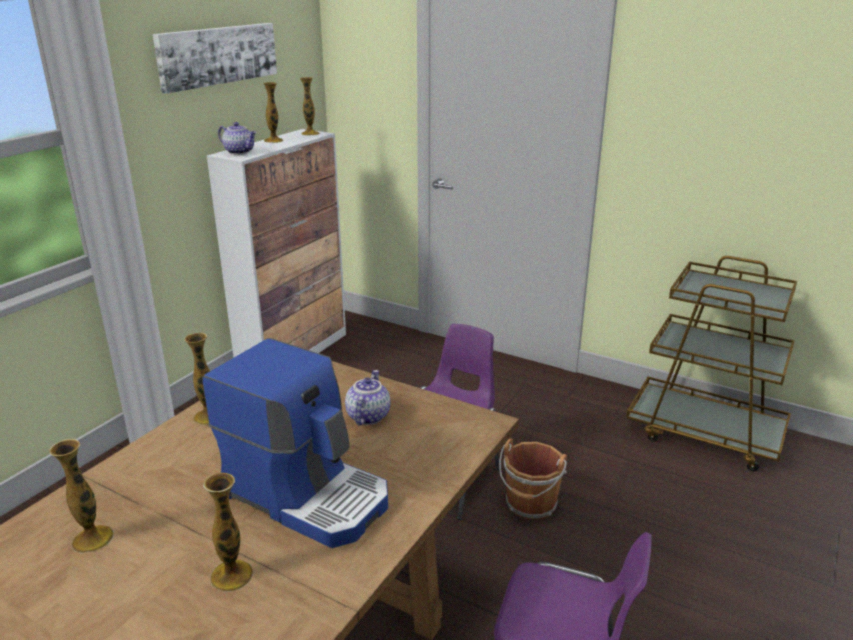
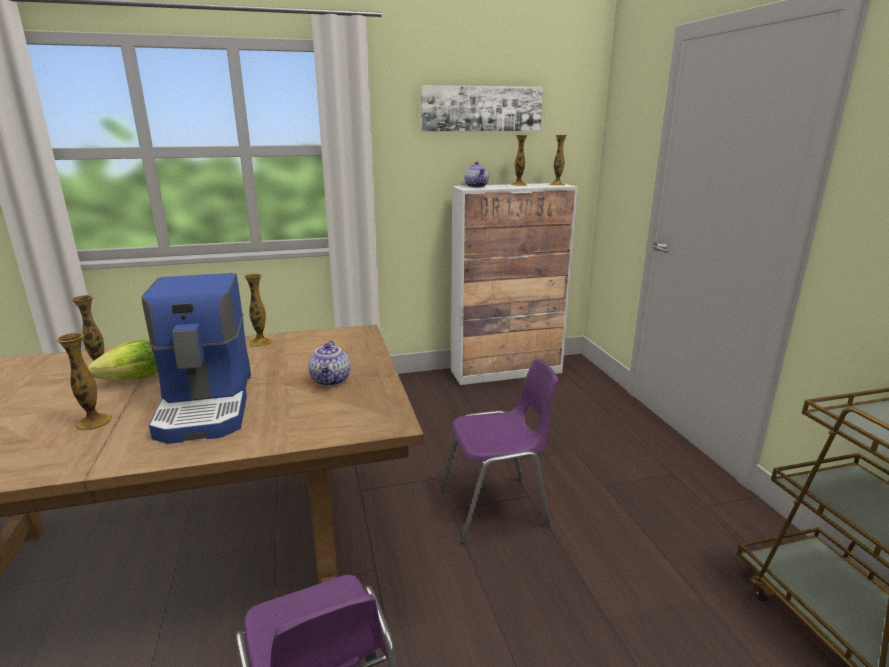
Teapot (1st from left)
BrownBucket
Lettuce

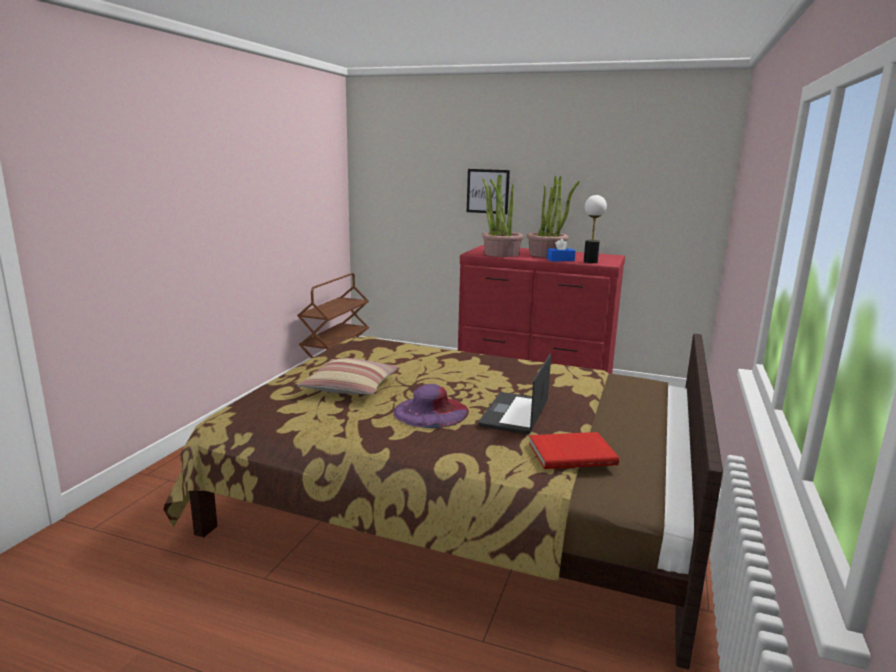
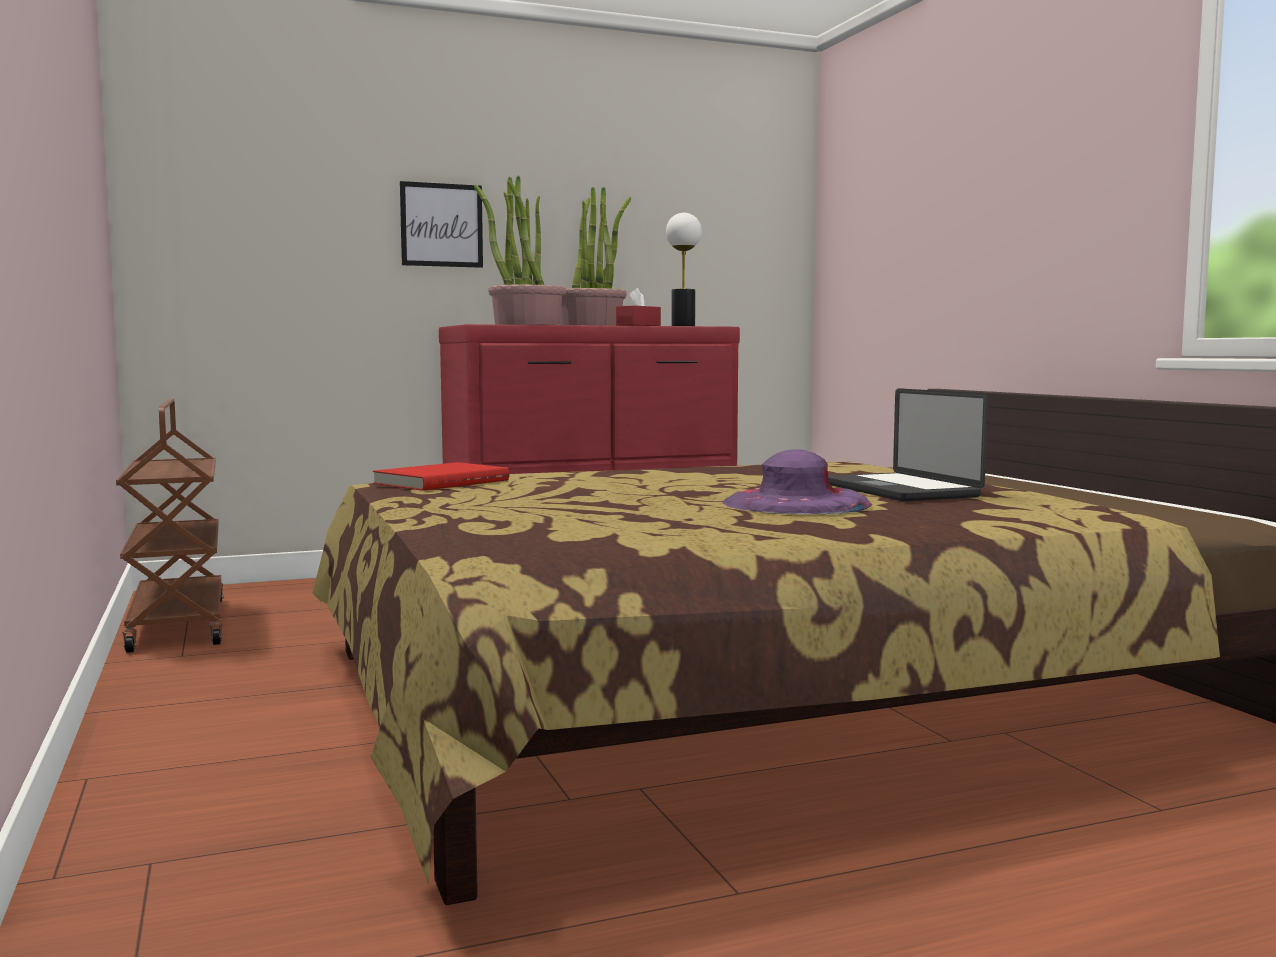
Pillow
RedBook
RedTissueBox

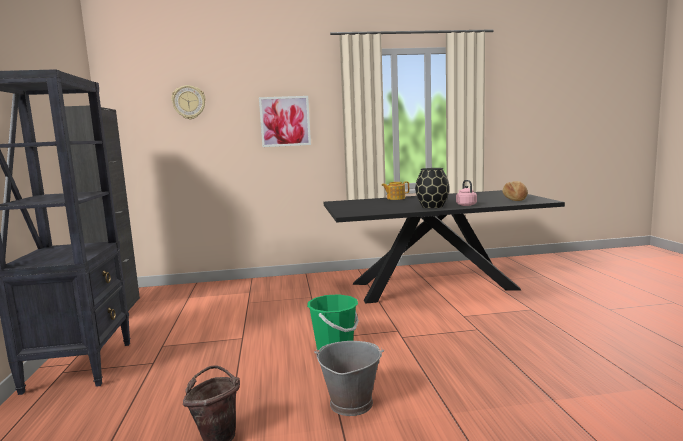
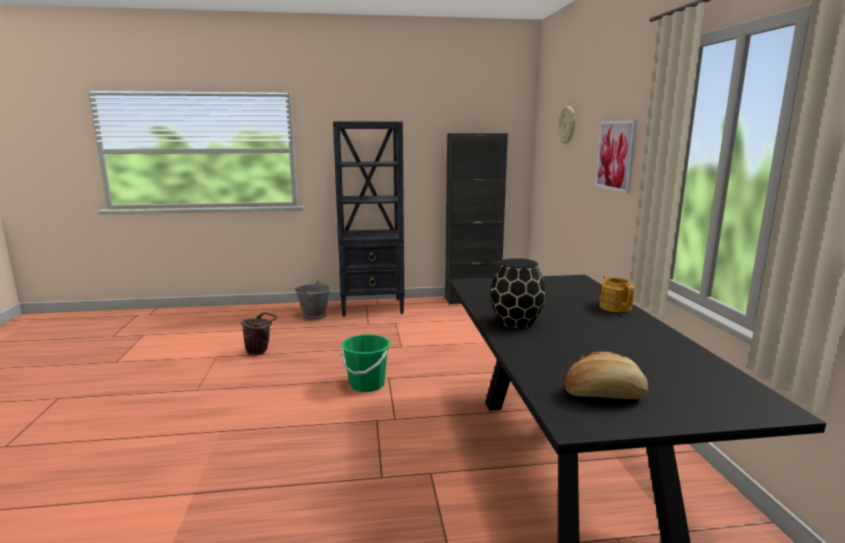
GreyBucket
PinkKettle

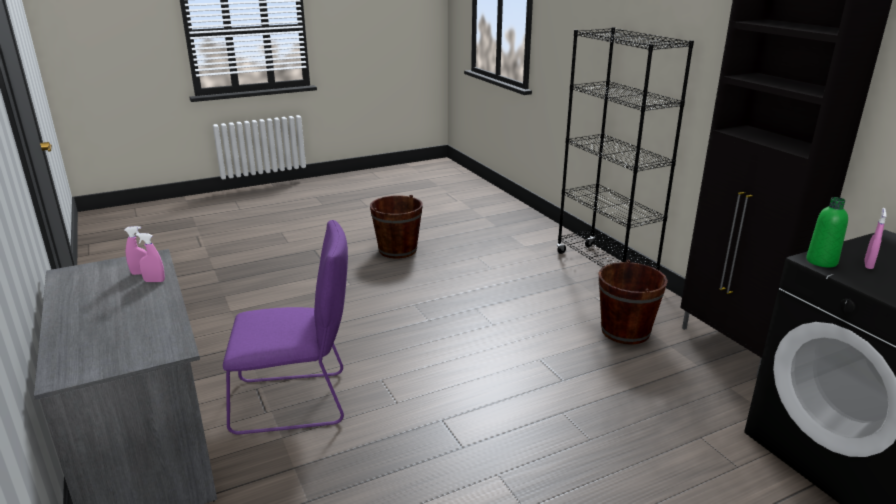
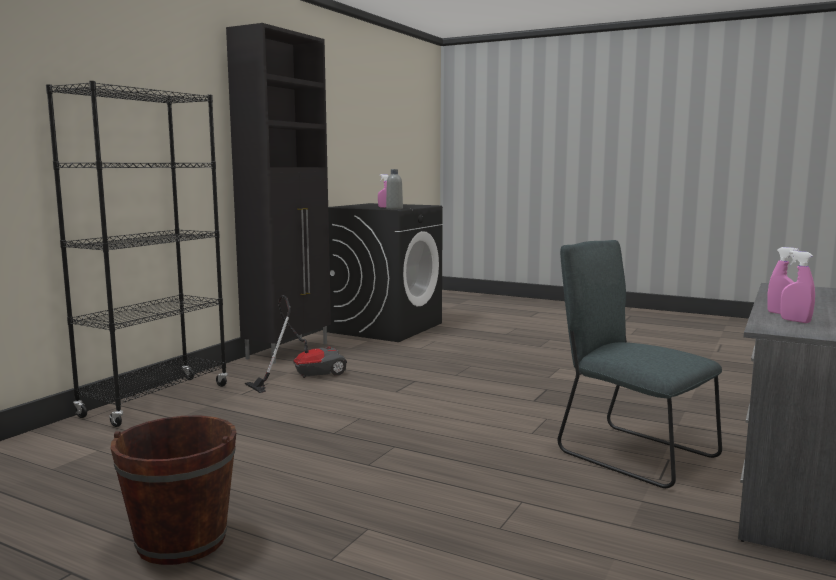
GreyChair
VacuumCleaner
GreyBottle

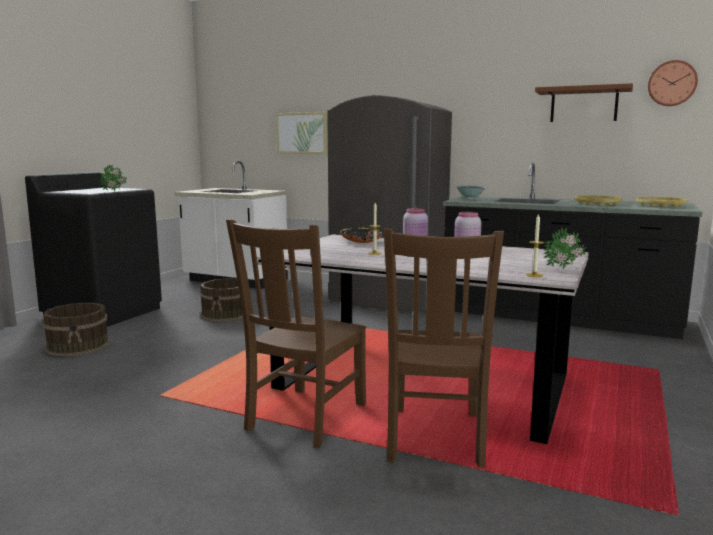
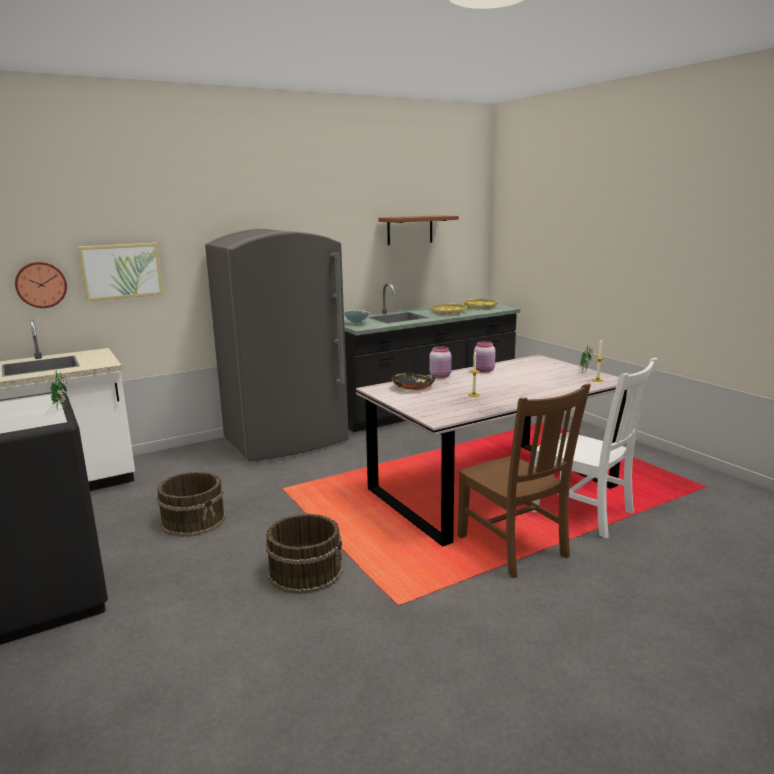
BrownBucket (2nd from left)
WhiteChair
WallClock

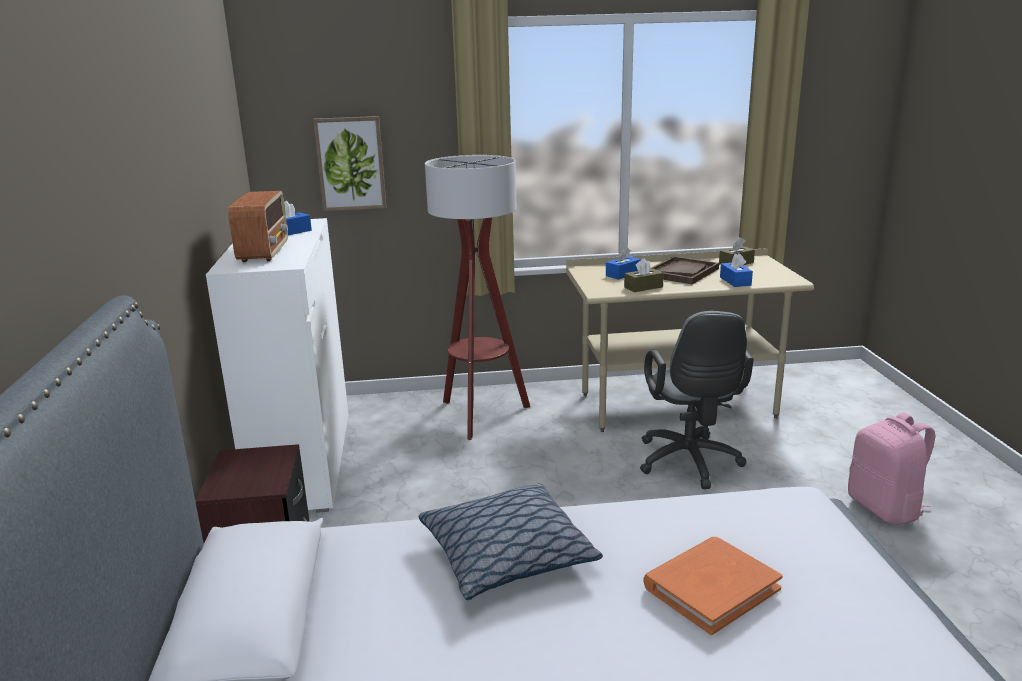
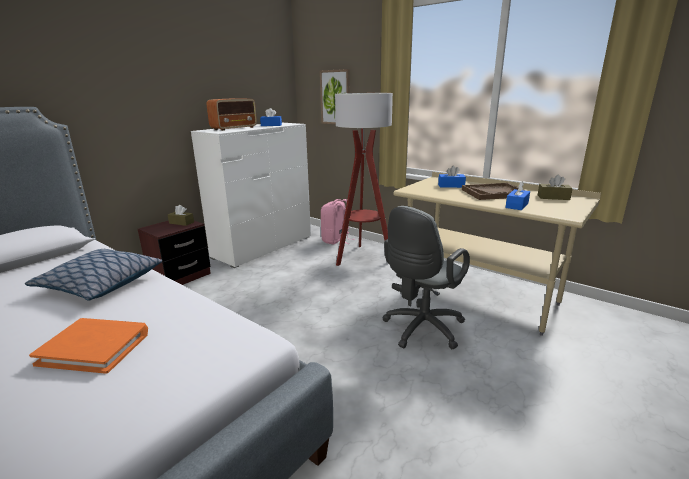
BrownTissueBox (1st from left)
PinkBackpack

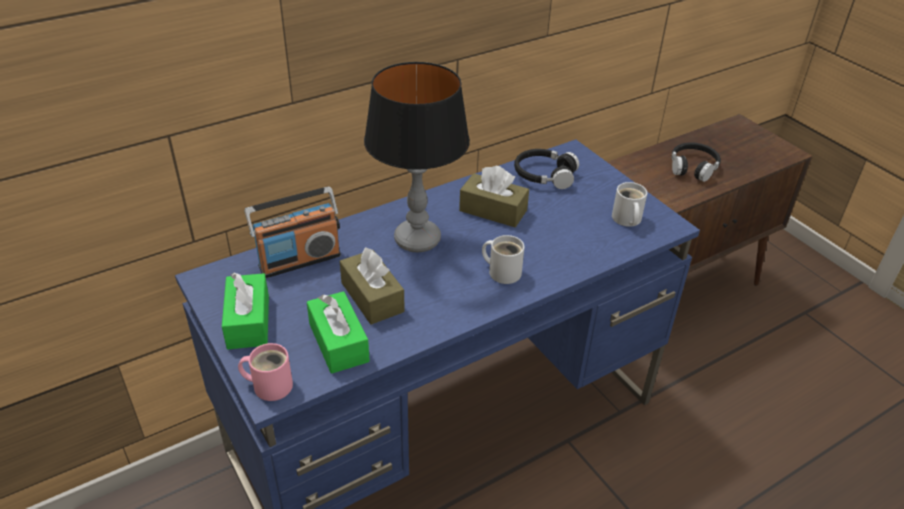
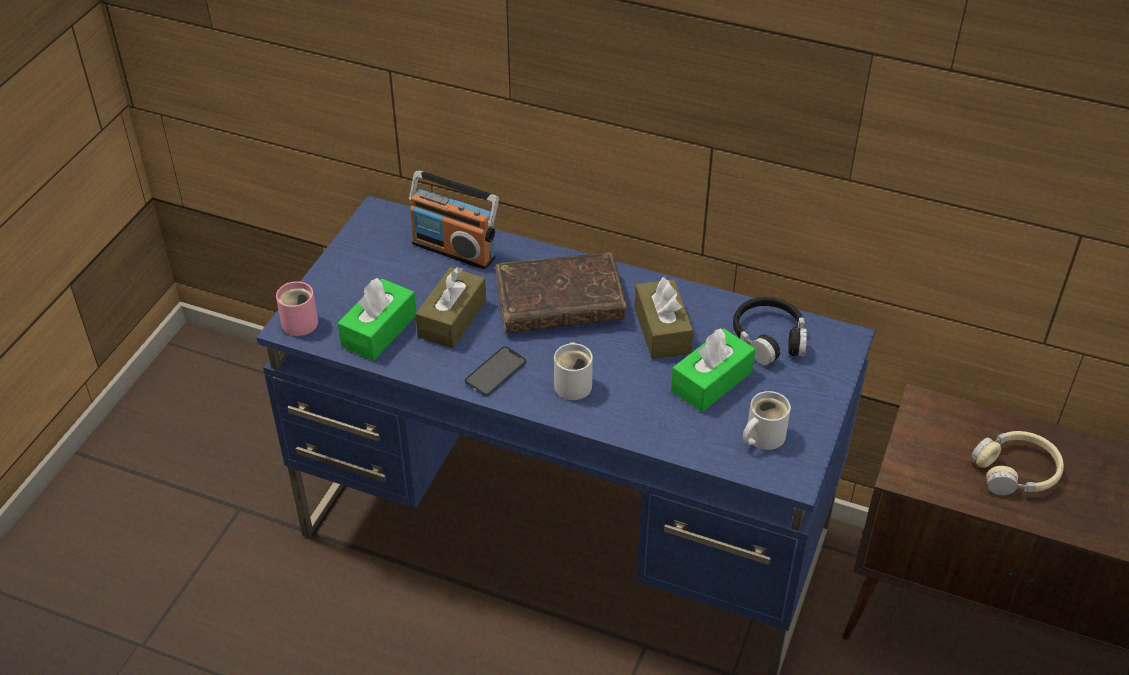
GreenTissueBox (2nd from left)
BrownBook
BeigeHeadphones
Phone

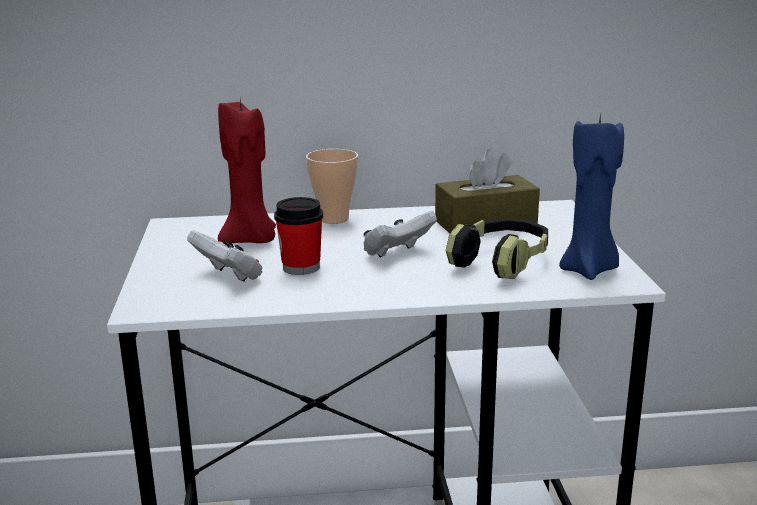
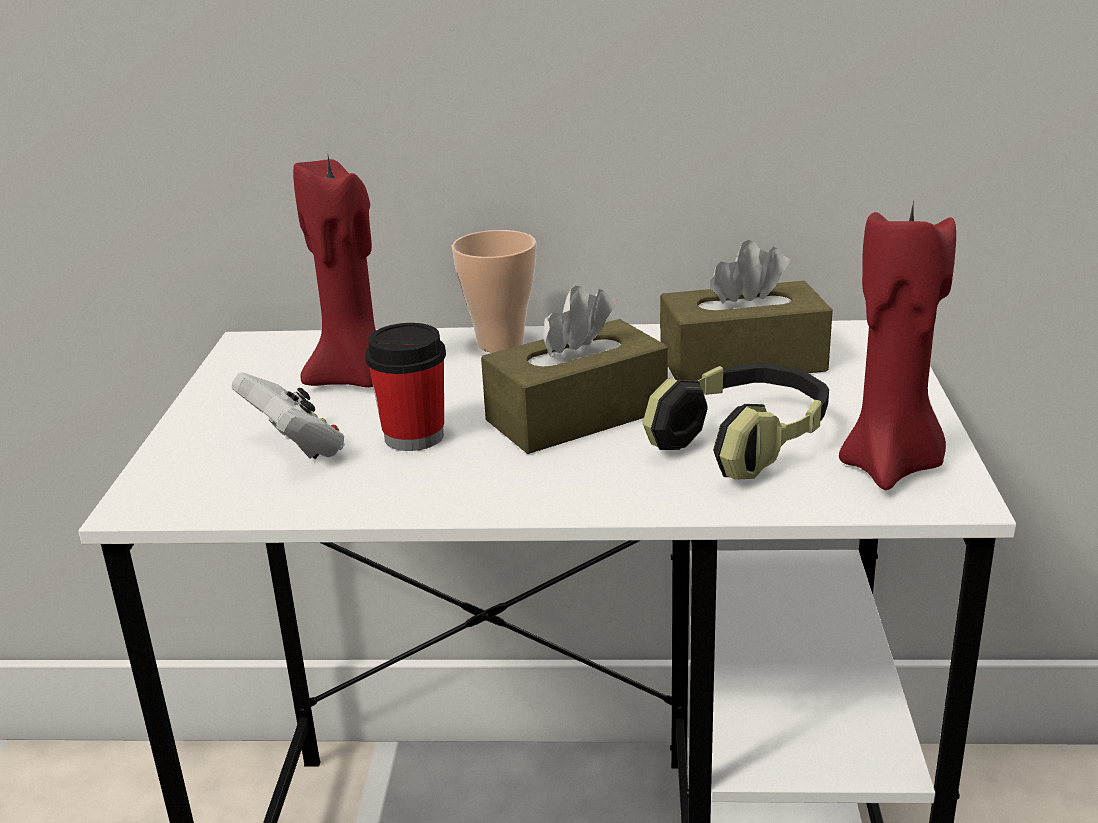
BrownTissueBox (1st from left)
RedCandle (2nd from left)

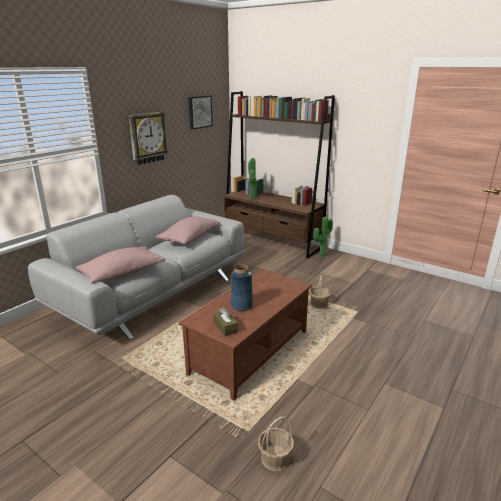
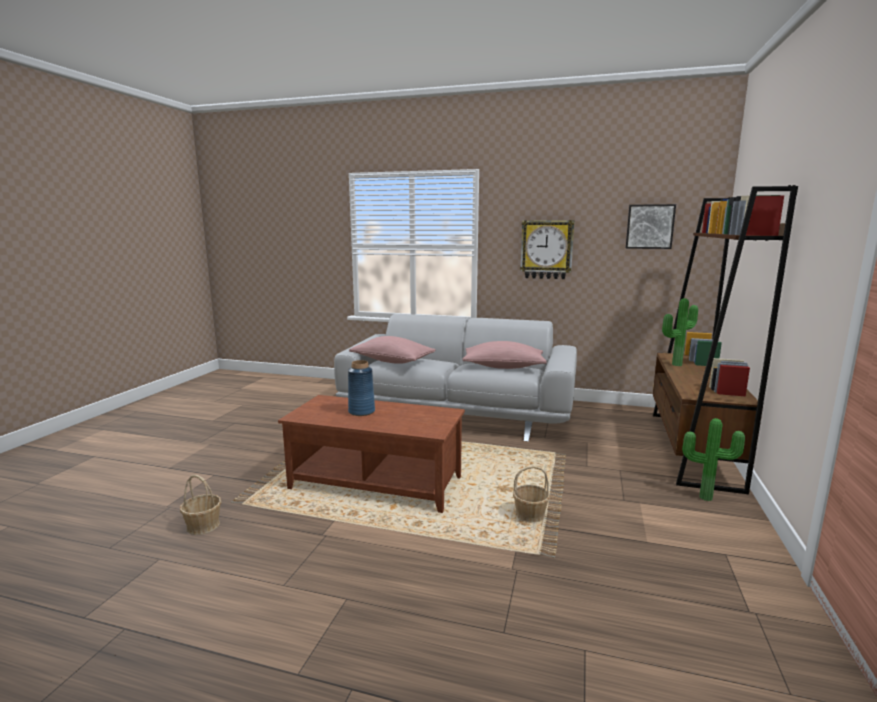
BrownTissueBox

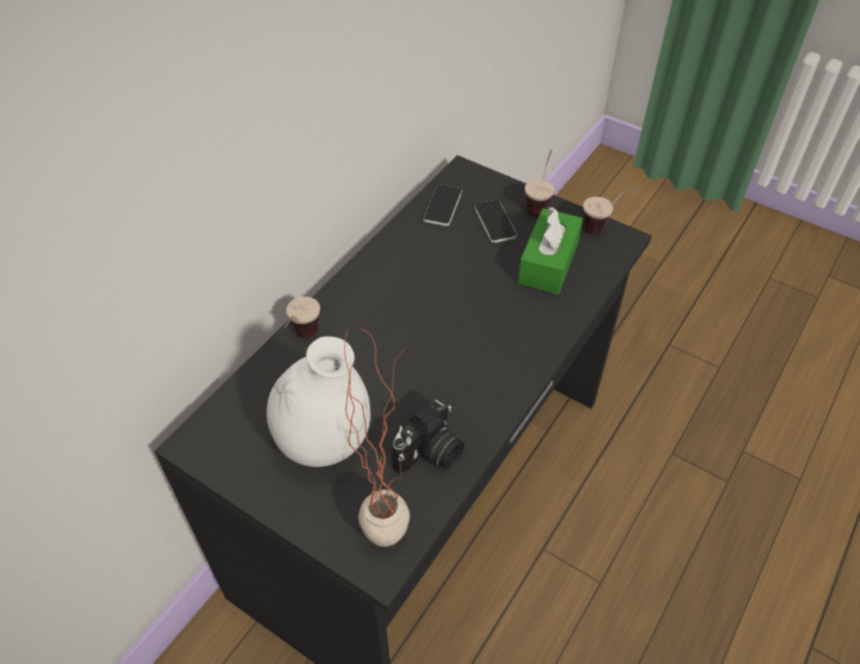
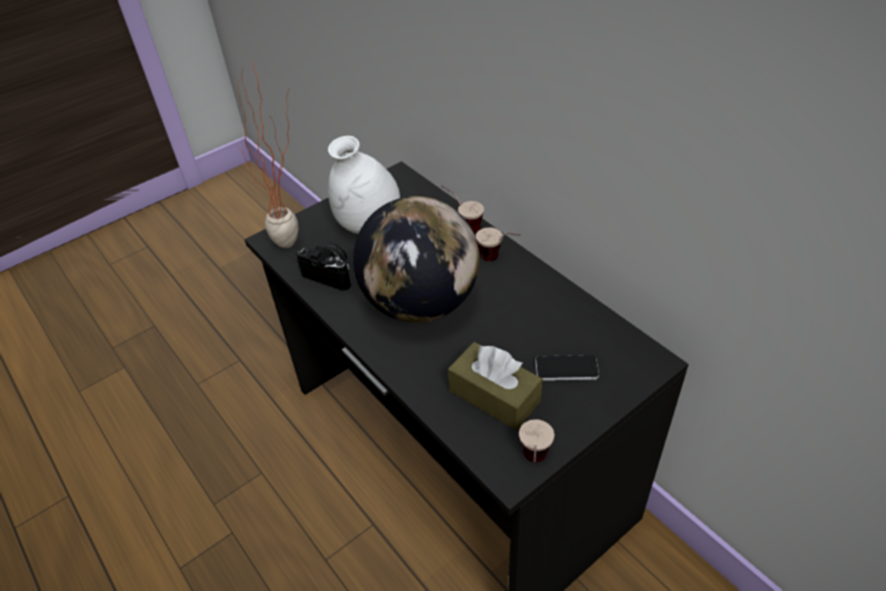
PhotoCamera
Phone (1st from left in the first image)
BrownTissueBox
Cup (2nd from left)
Globe

